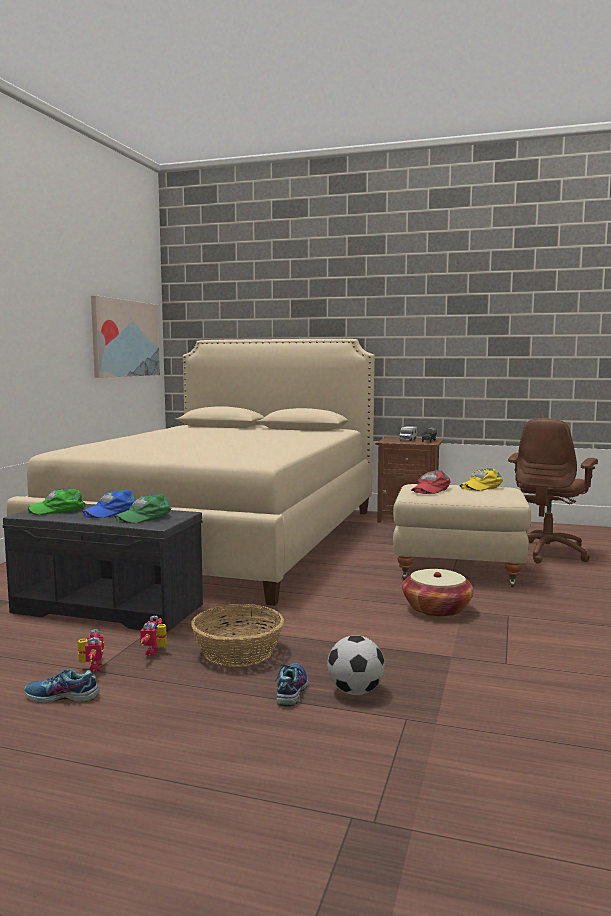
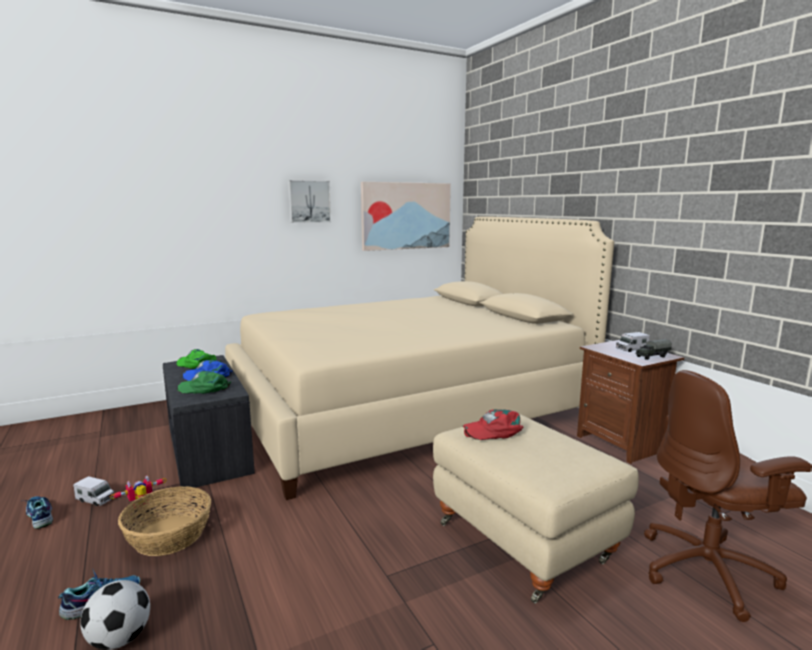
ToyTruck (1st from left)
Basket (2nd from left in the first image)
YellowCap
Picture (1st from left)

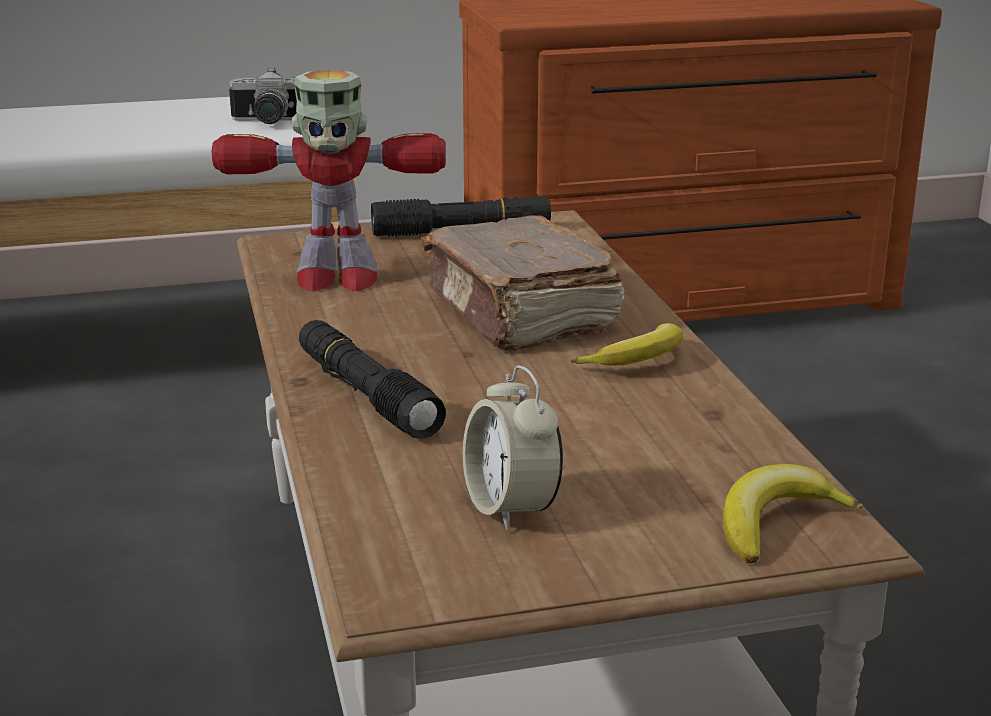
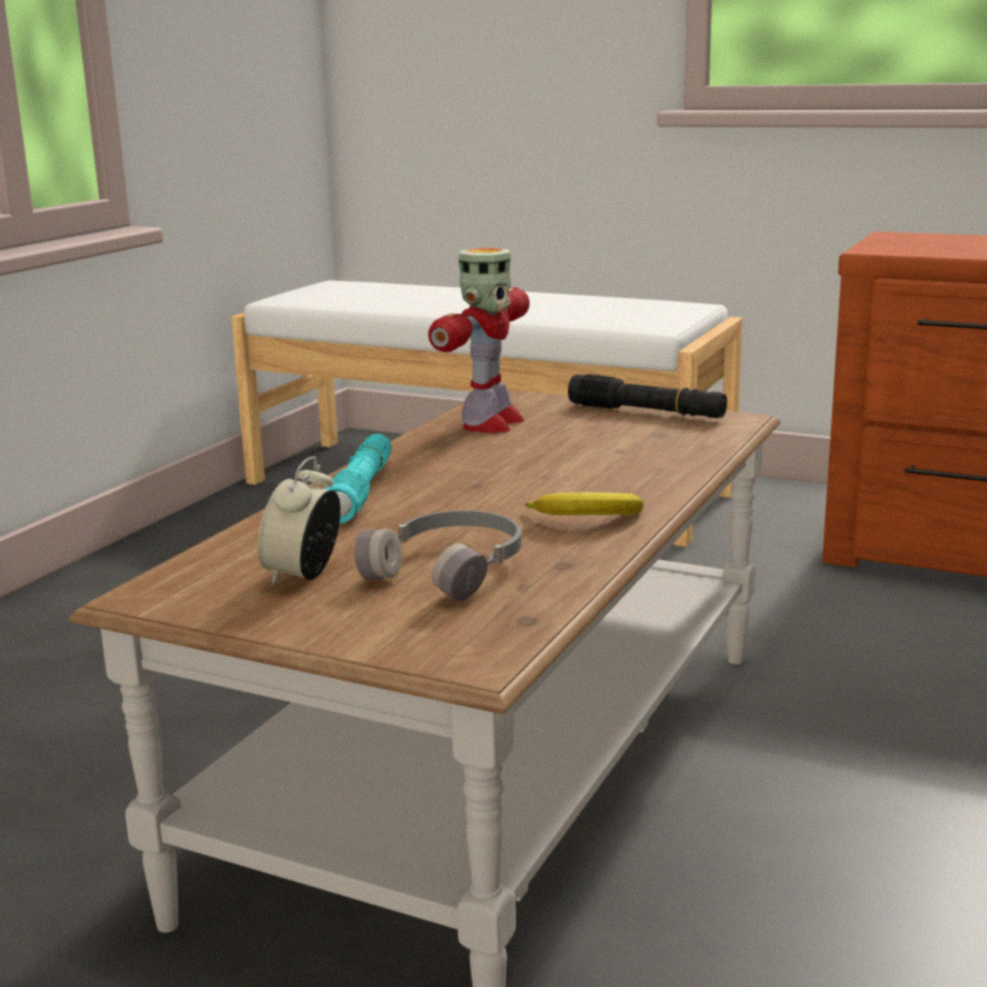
ToyRobot
PhotoCamera
TurquoiseFlashlight
BrownBook
Banana (2nd from left in the first image)
GreyHeadphones

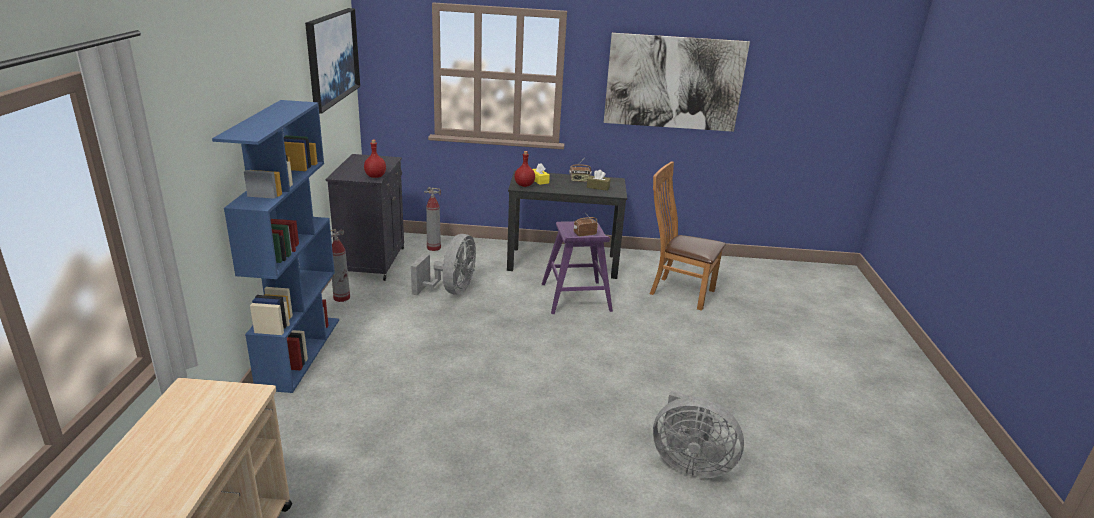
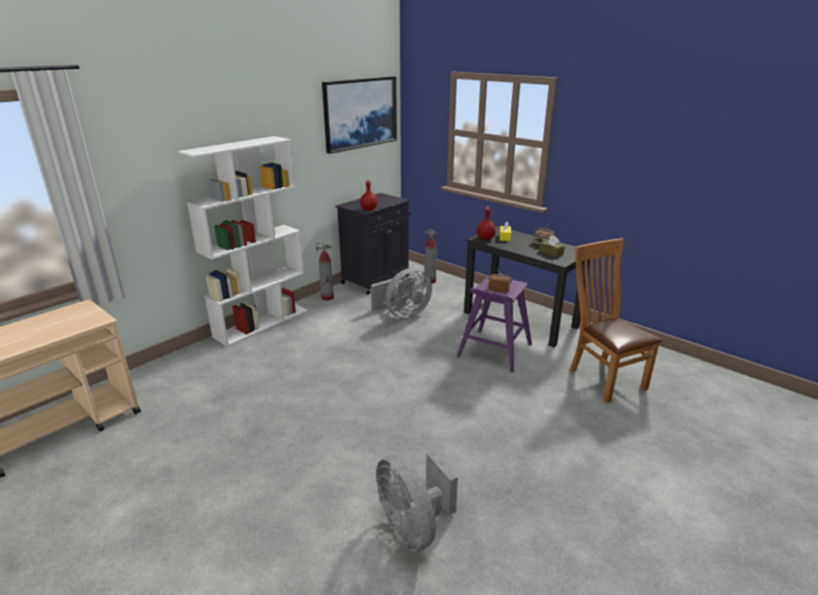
WhiteBookcase
Picture (2nd from left in the first image)

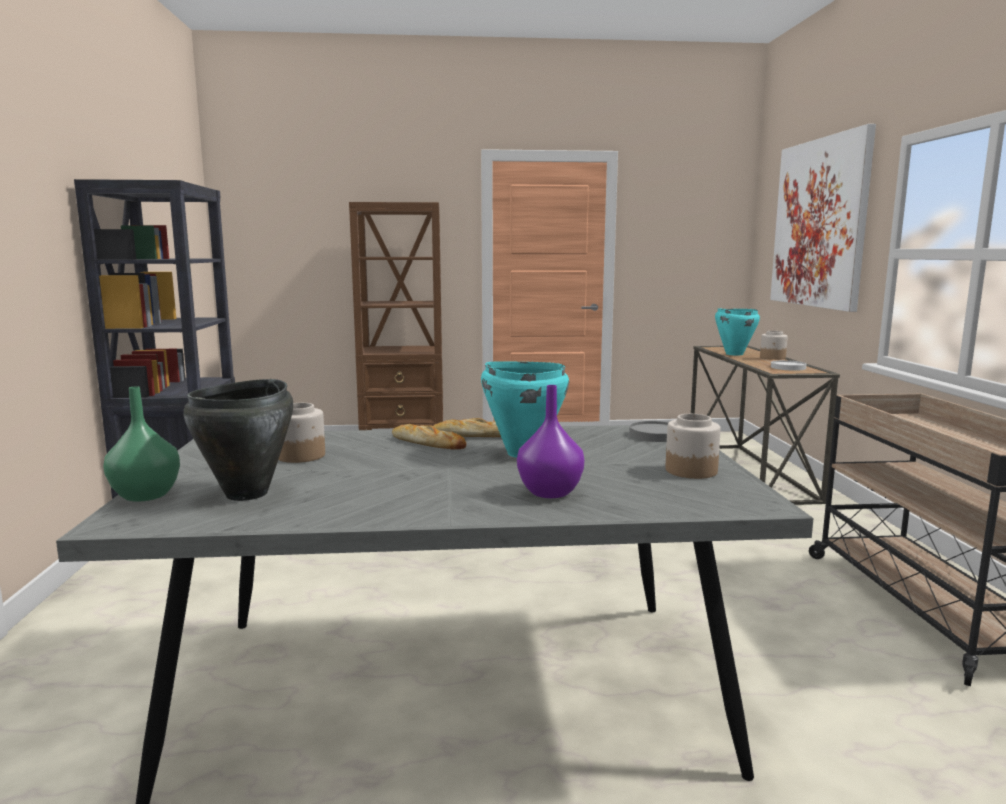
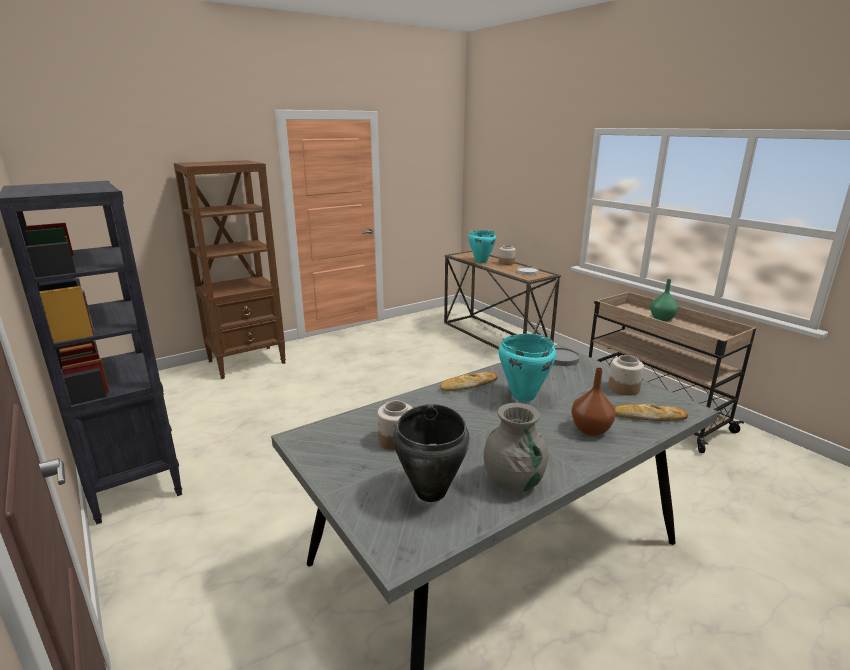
GreenVase
Bread (2nd from left)
BrownVase
Picture
GreyVase

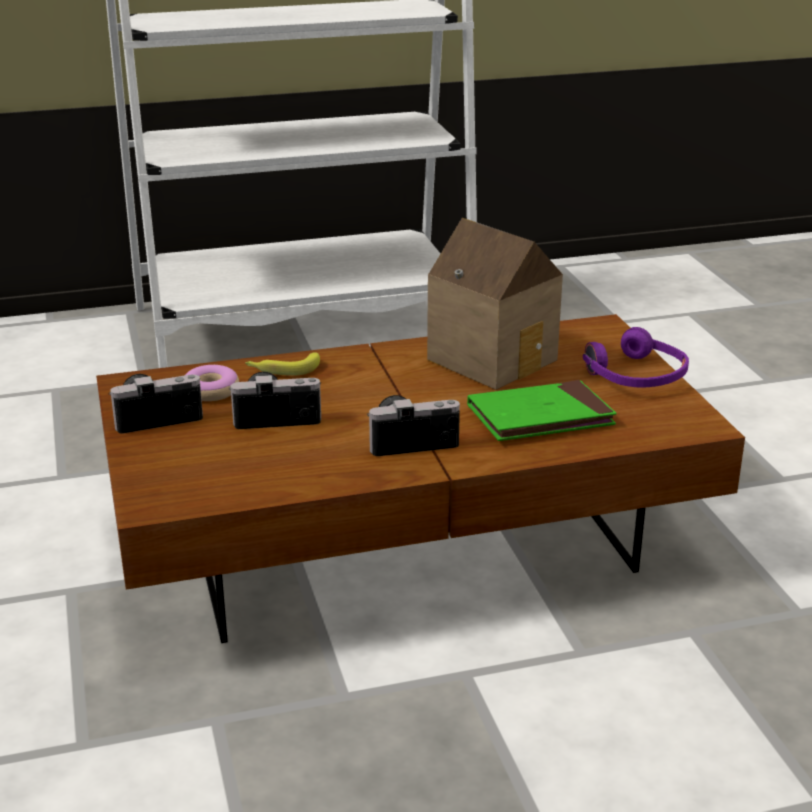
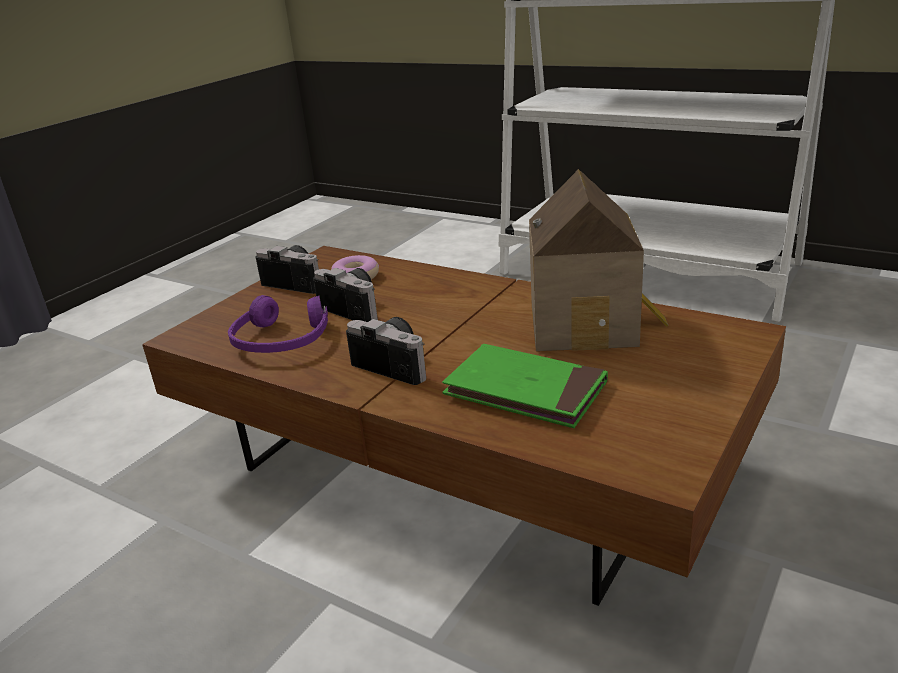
Banana
PurpleHeadphones

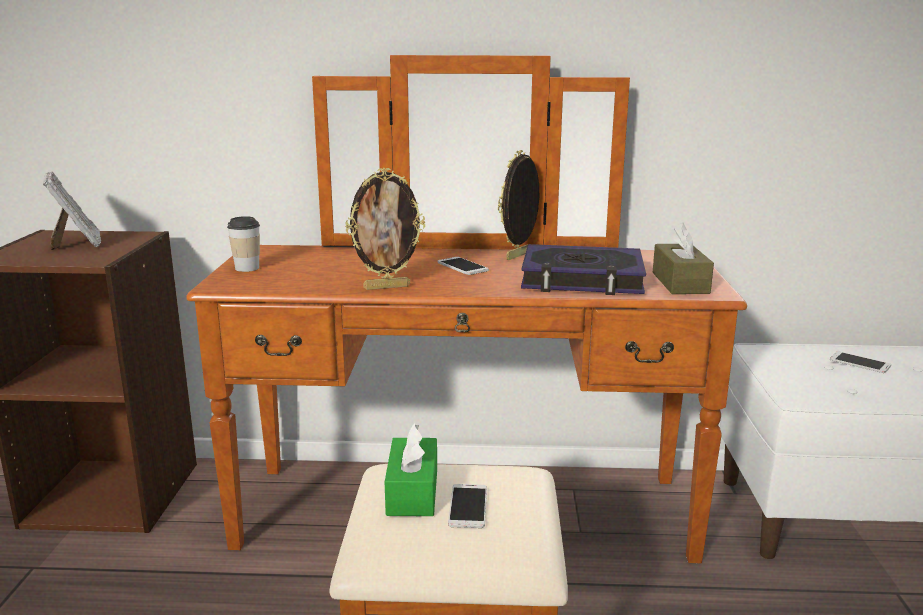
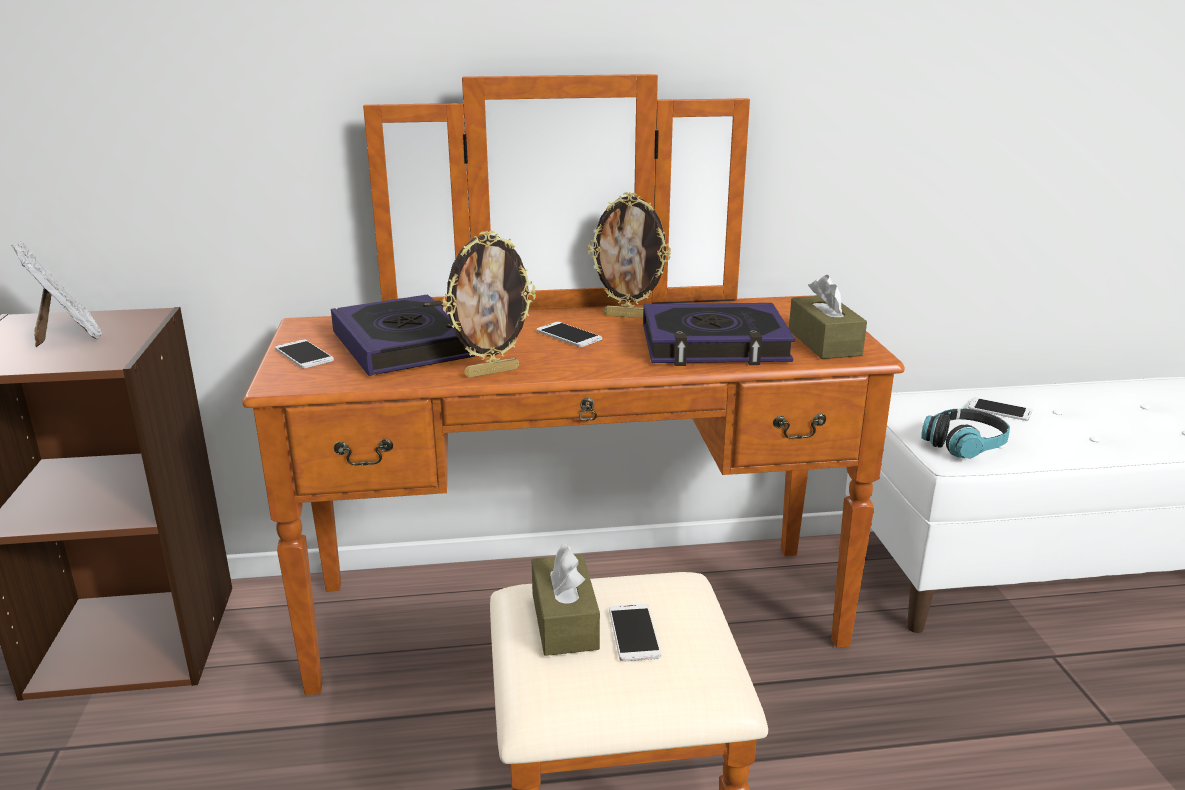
Phone (1st from left)
BrownTissueBox (1st from left)
PictureFrame (3rd from left)
Book (1st from left)
Headphones

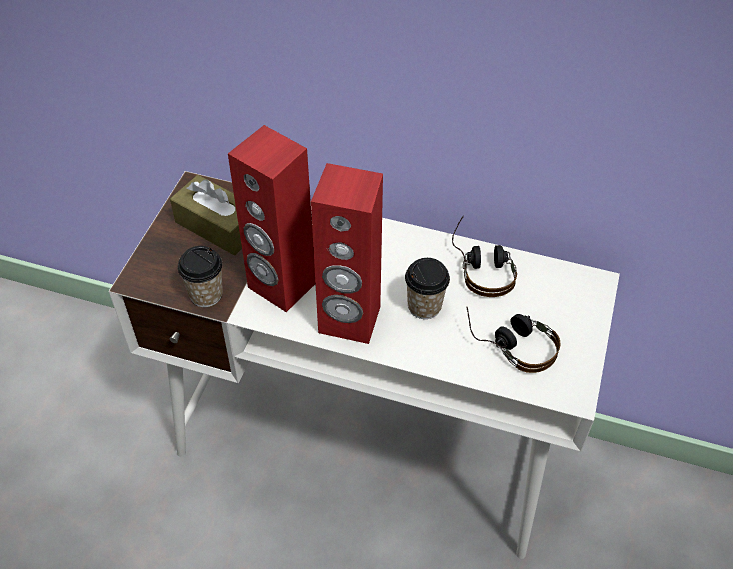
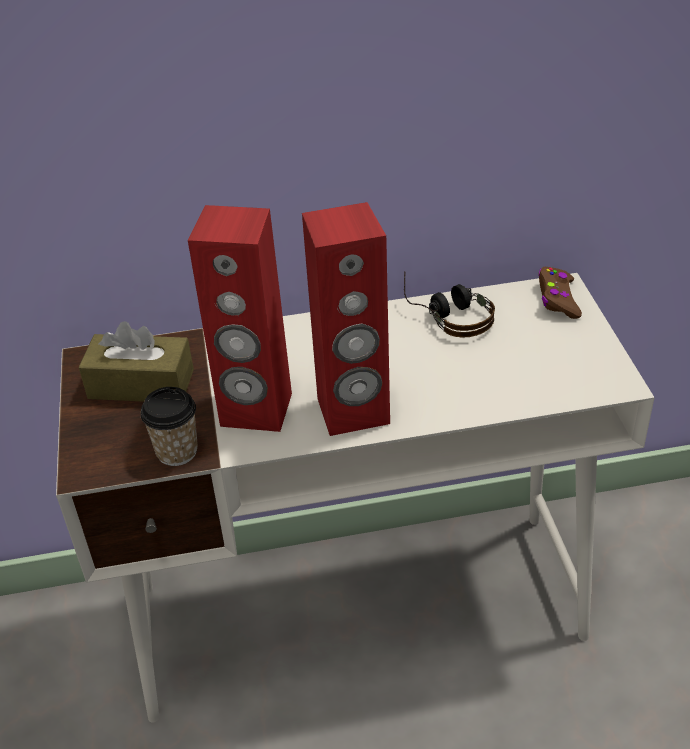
Cup (2nd from left in the first image)
Headphones (2nd from left in the first image)
BrownGameController

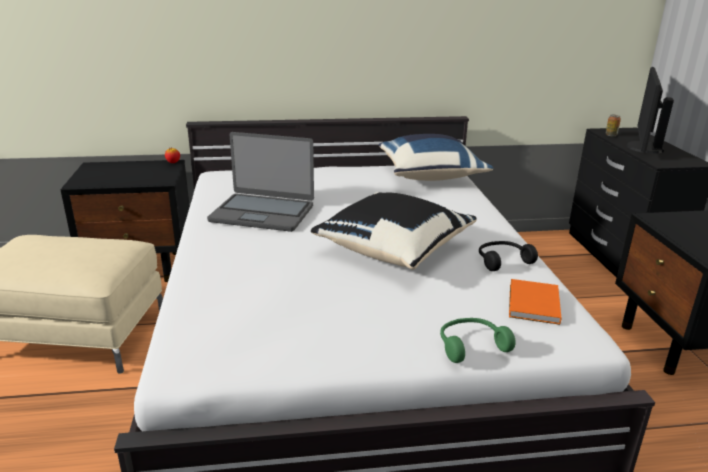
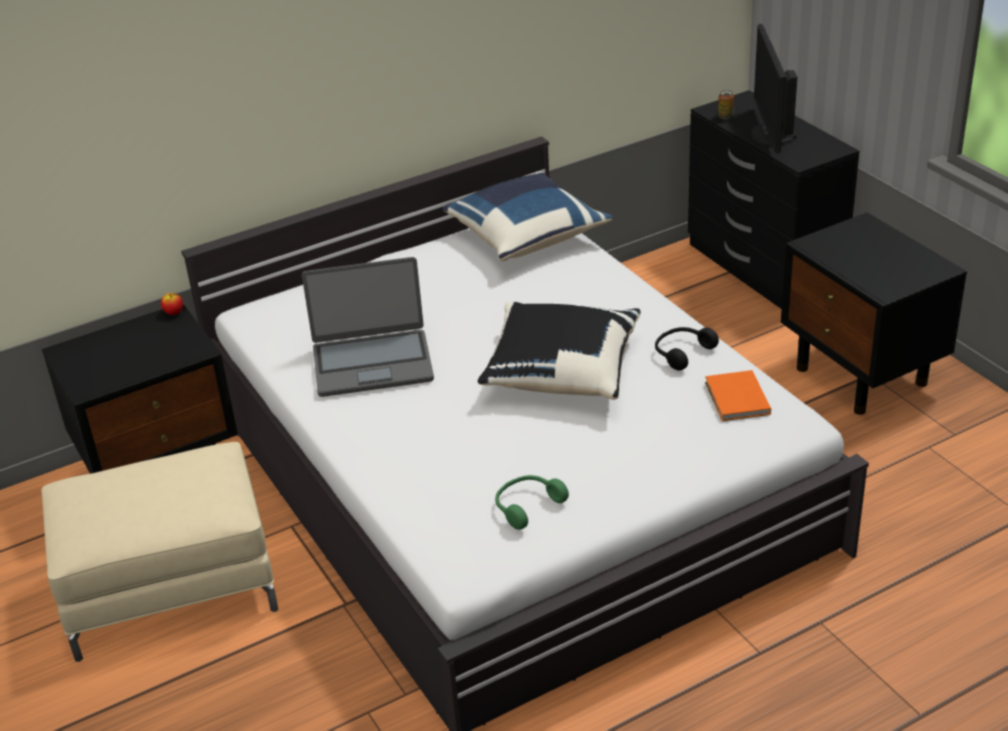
GreenHeadphones

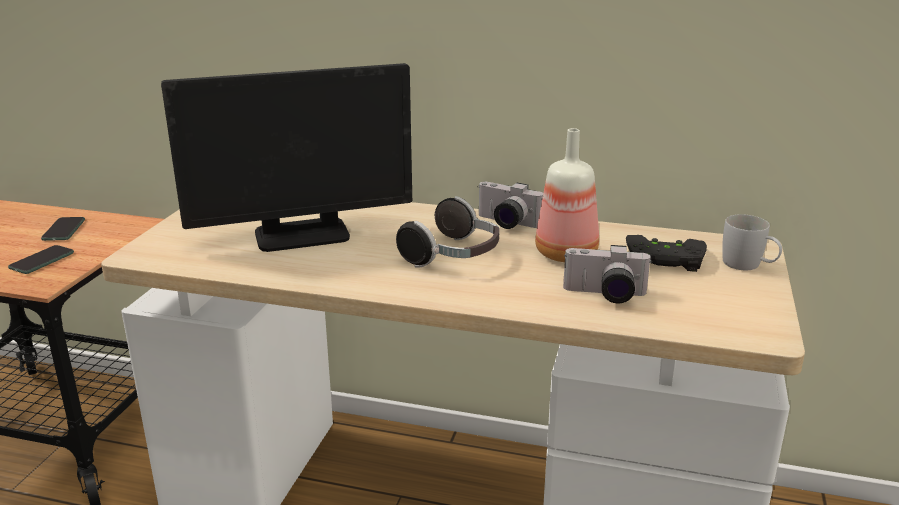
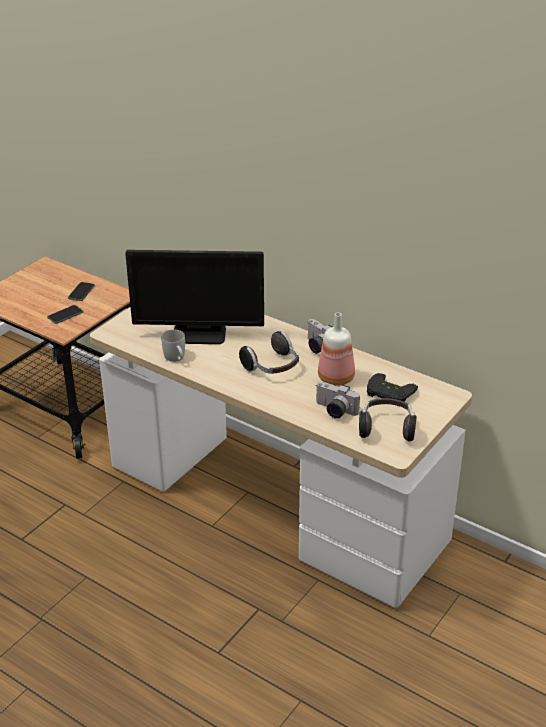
WhiteMug
Headphones (2nd from left)

